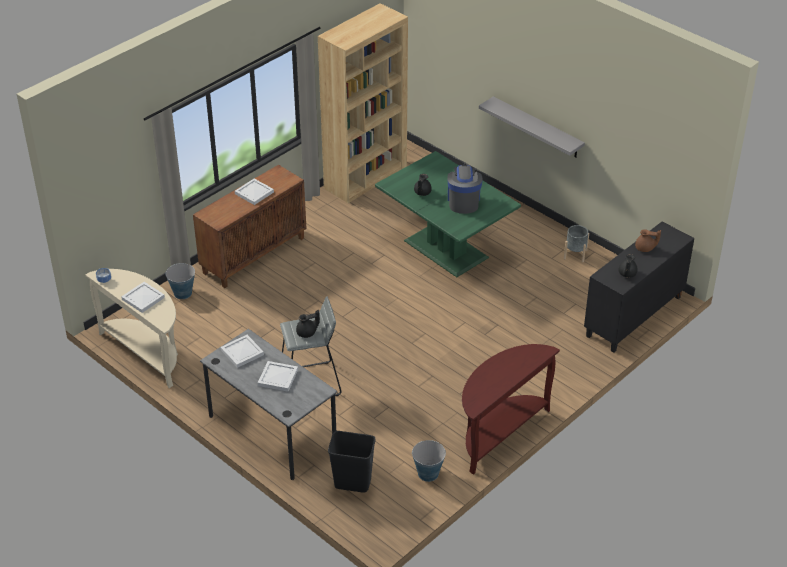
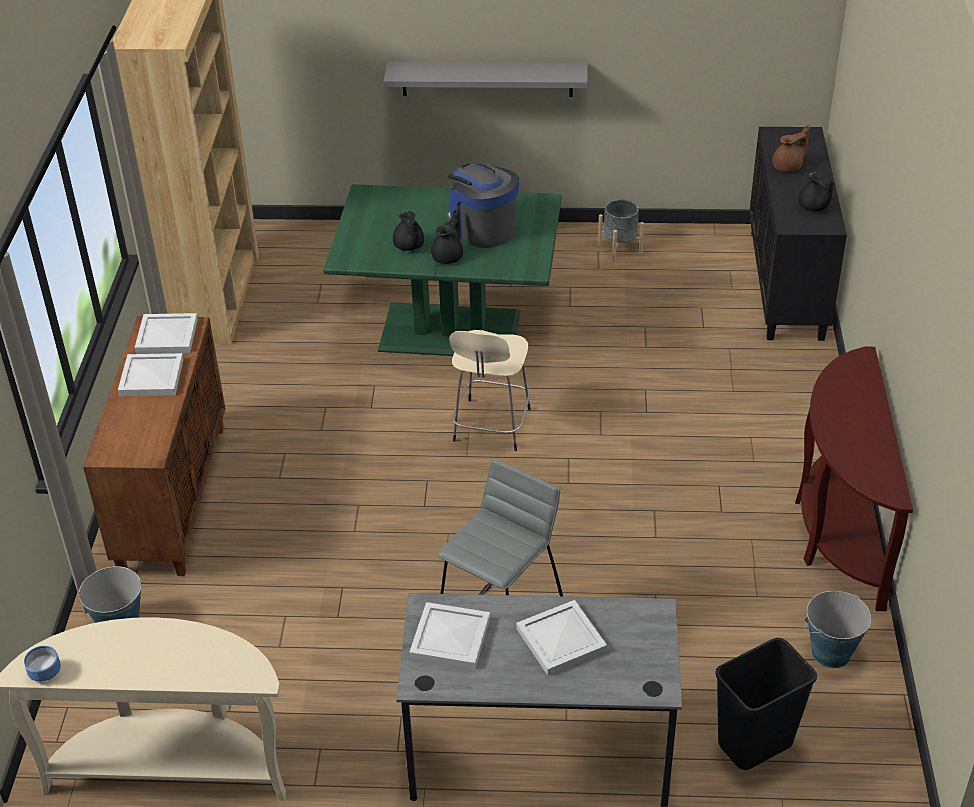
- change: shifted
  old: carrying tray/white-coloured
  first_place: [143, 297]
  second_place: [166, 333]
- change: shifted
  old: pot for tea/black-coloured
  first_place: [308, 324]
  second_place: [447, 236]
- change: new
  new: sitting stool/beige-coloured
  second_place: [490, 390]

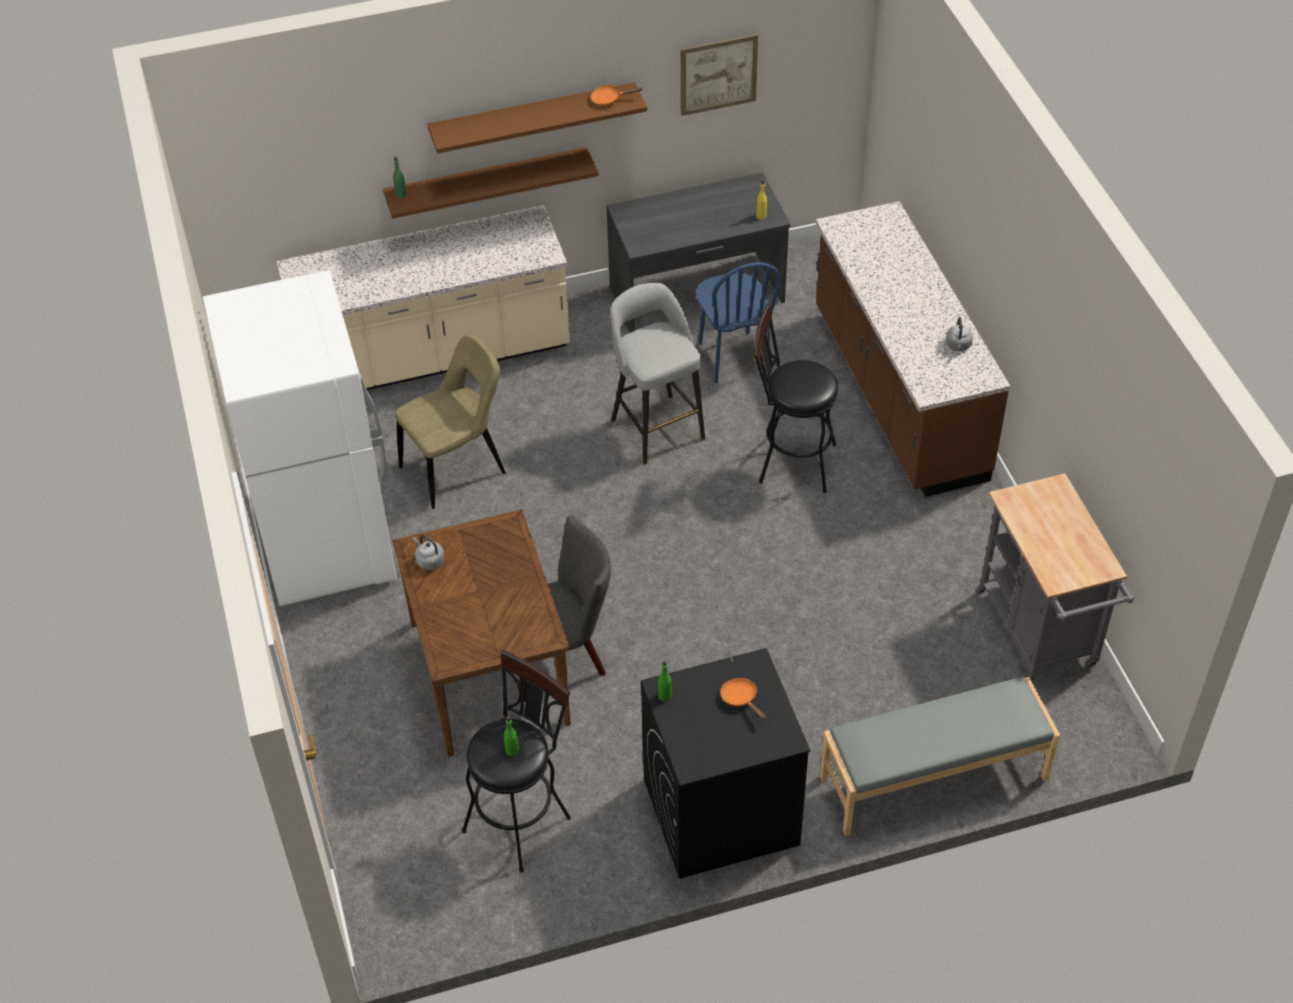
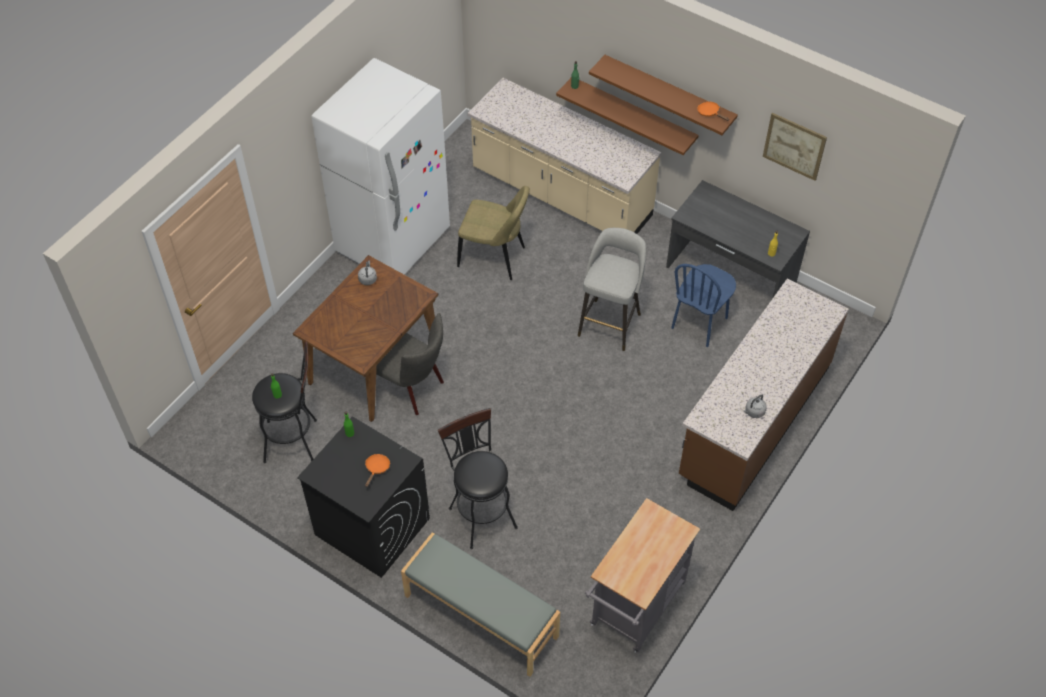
- change: shifted
  old: sitting stool/black-coloured
  first_place: [796, 398]
  second_place: [478, 478]

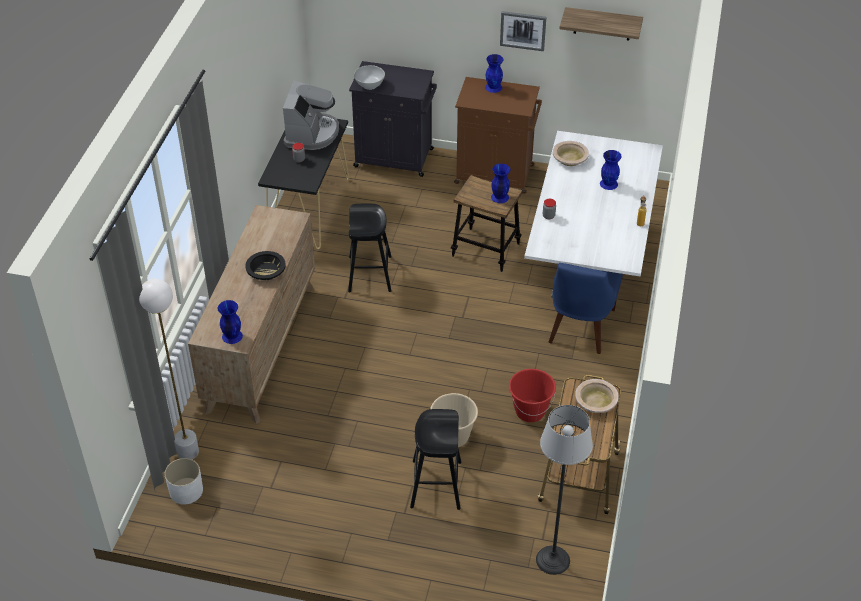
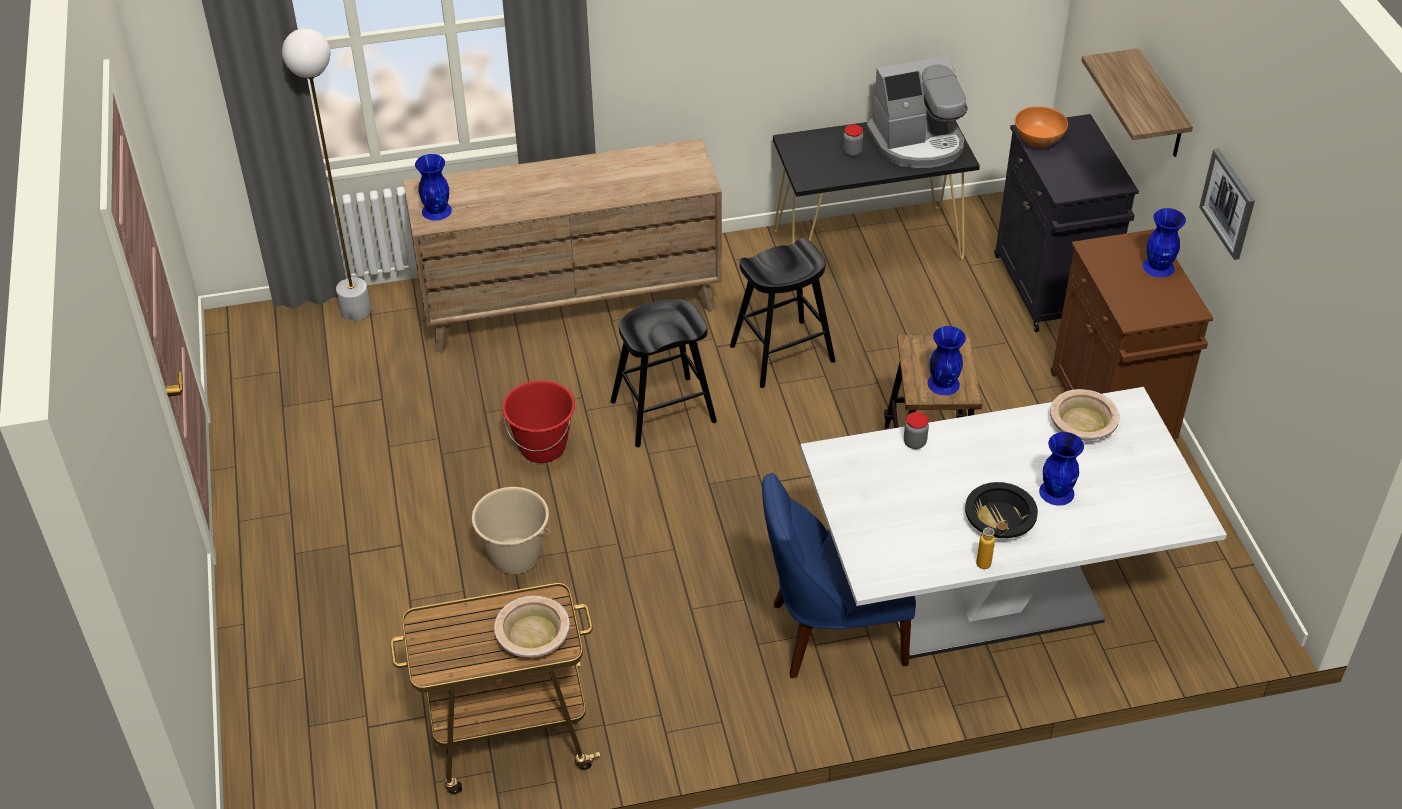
- change: shifted
  old: bracket shelf
  first_place: [601, 23]
  second_place: [1137, 102]
- change: repainted
  old: bowl/white-coloured
  new: bowl/orange-coloured
  first_place: [369, 77]
  second_place: [1041, 127]
- change: shifted
  old: bowl/black-coloured
  first_place: [265, 265]
  second_place: [1001, 510]
- change: shifted
  old: pail/red-coloured
  first_place: [532, 395]
  second_place: [538, 421]
- change: gone
  old: standard lamp
  first_place: [564, 490]
- change: shifted
  old: sitting stool/black-coloured
  first_place: [436, 459]
  second_place: [663, 373]
- change: gone
  old: planter/white-coloured
  first_place: [184, 481]

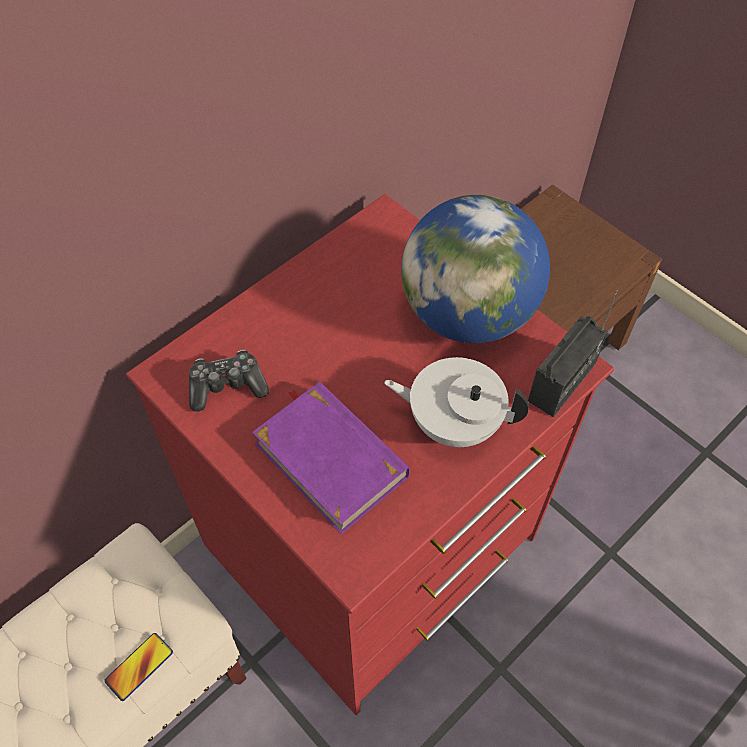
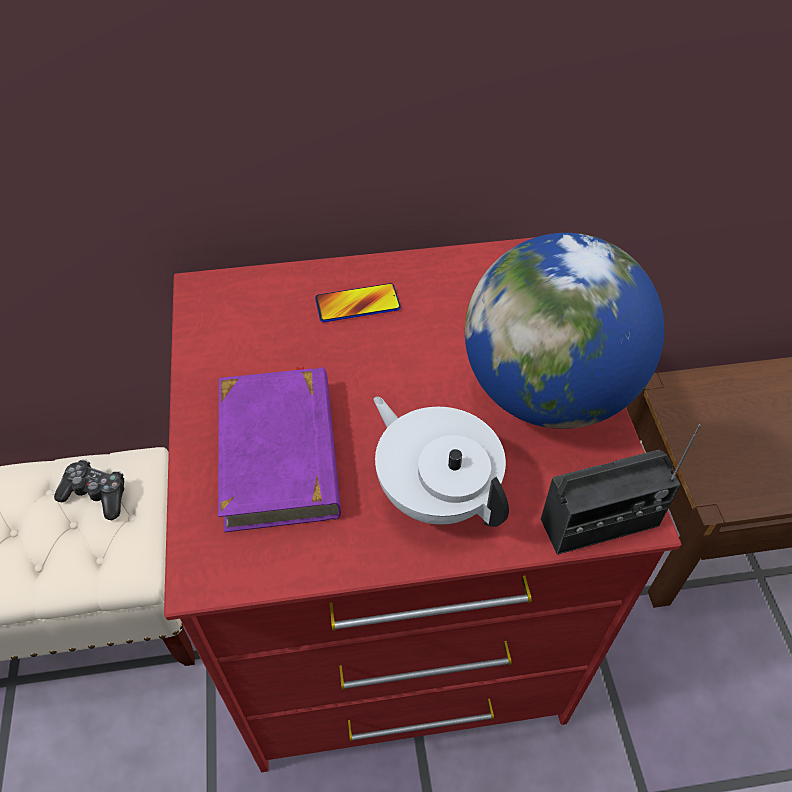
- change: shifted
  old: joypad
  first_place: [229, 381]
  second_place: [89, 489]
- change: shifted
  old: handset
  first_place: [138, 667]
  second_place: [358, 302]

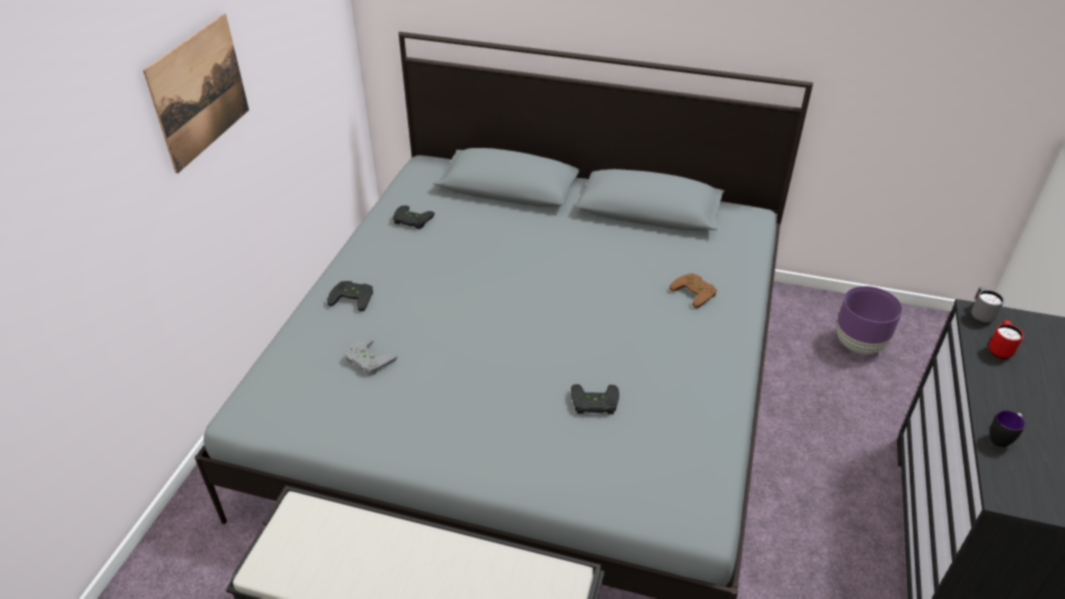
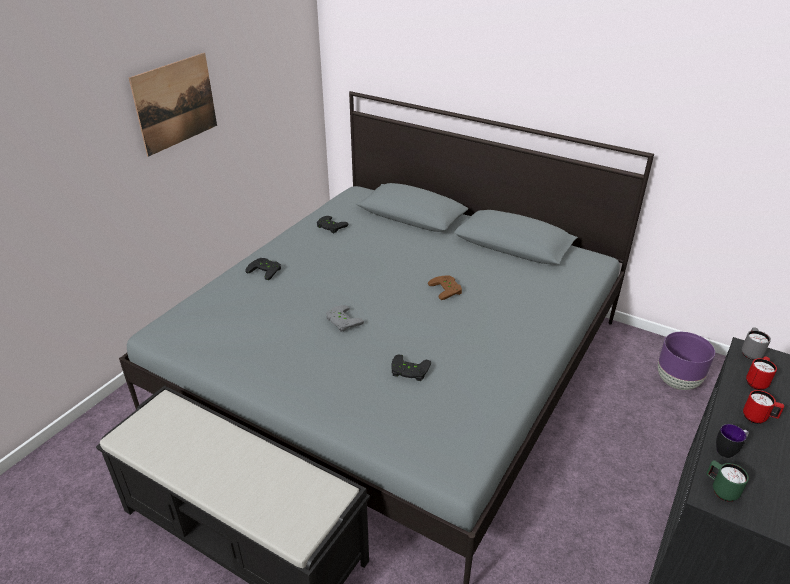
- change: shifted
  old: joypad/brown-coloured
  first_place: [693, 291]
  second_place: [445, 287]
- change: shifted
  old: joypad/grey
  first_place: [371, 357]
  second_place: [345, 318]
- change: new
  new: mug/red-coloured
  second_place: [763, 407]
- change: new
  new: mug/green
  second_place: [727, 480]

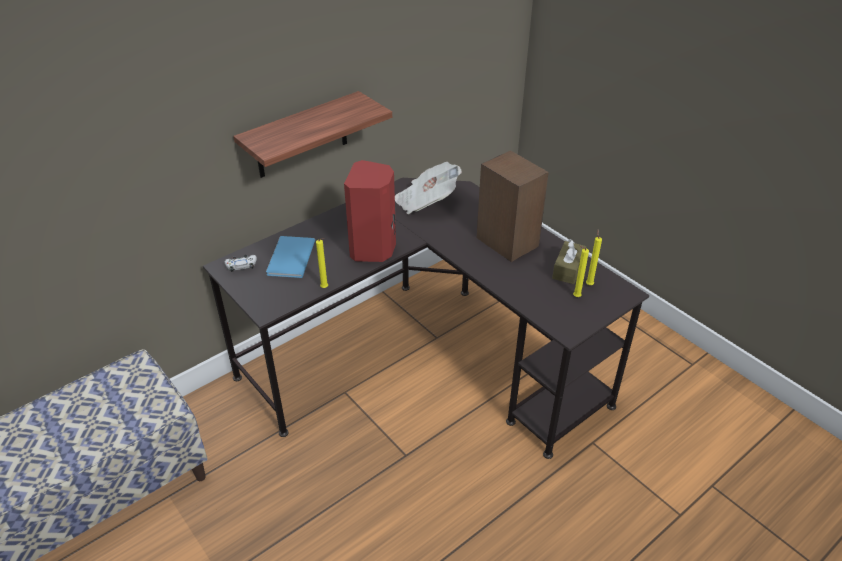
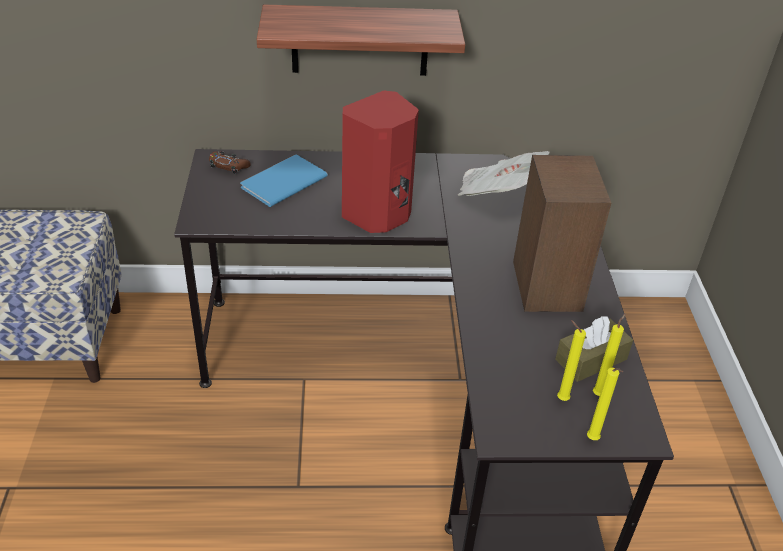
- change: shifted
  old: wax light/yellowish
  first_place: [322, 263]
  second_place: [605, 404]
- change: repainted
  old: joypad/white-coloured
  new: joypad/brown-coloured
  first_place: [241, 263]
  second_place: [230, 162]

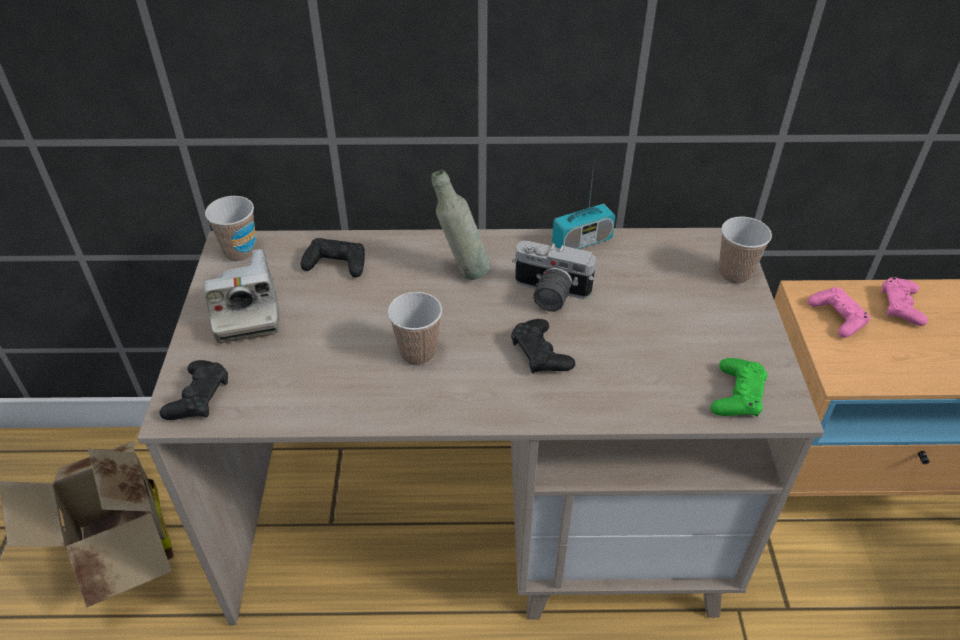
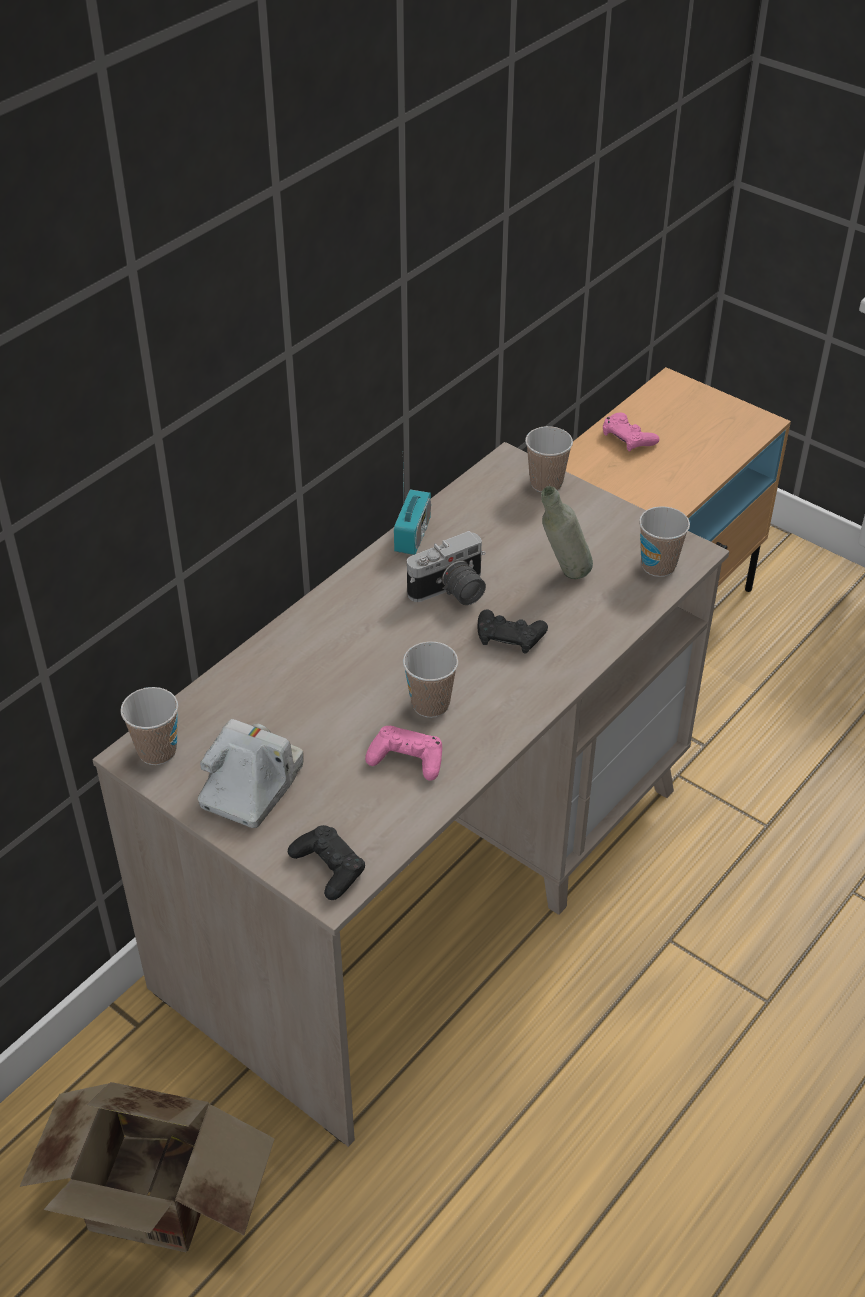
- change: shifted
  old: drink bottle/grey
  first_place: [460, 225]
  second_place: [567, 532]
- change: gone
  old: joypad/black-coloured
  first_place: [332, 258]
- change: rotated
  old: photo camera
  first_place: [241, 296]
  second_place: [251, 773]
  degrees: -90
- change: shifted
  old: joypad/pinkish
  first_place: [839, 312]
  second_place: [403, 753]
- change: swapped
  old: joypad/green
  new: cup
  first_place: [739, 387]
  second_place: [664, 541]

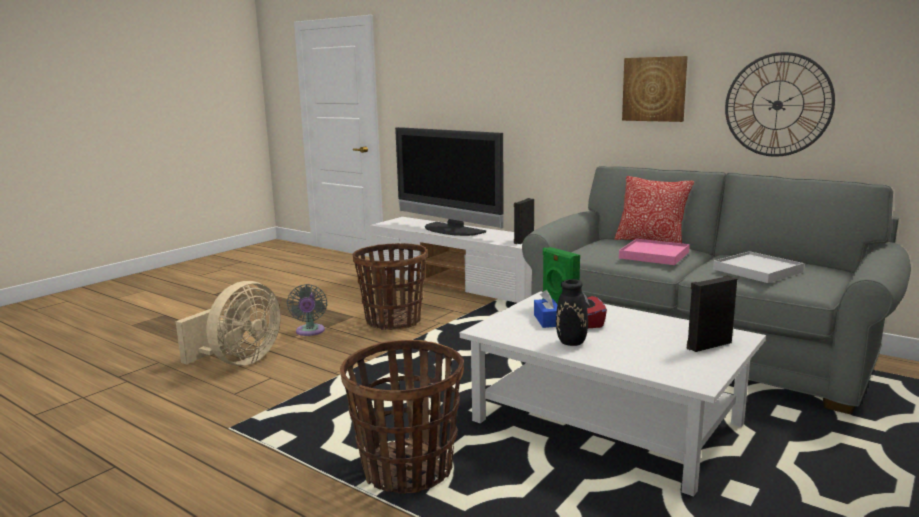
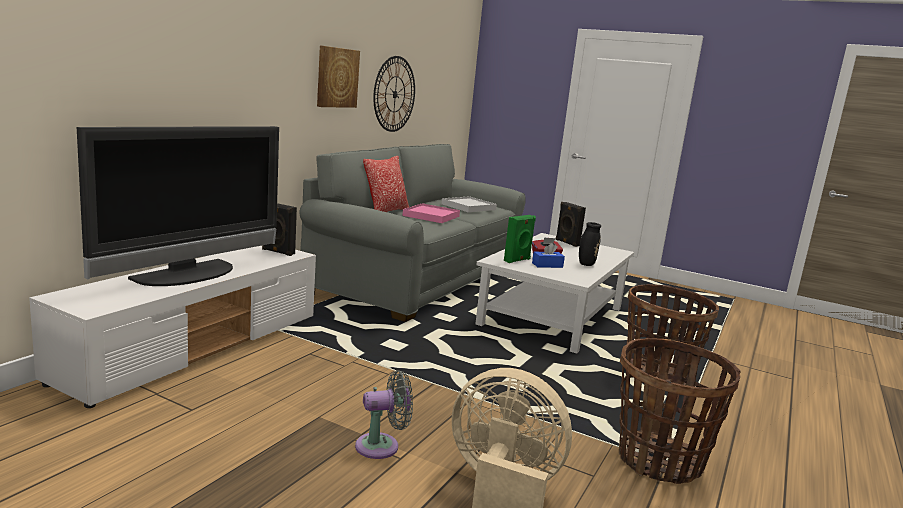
- change: shifted
  old: basket
  first_place: [390, 286]
  second_place: [680, 411]

